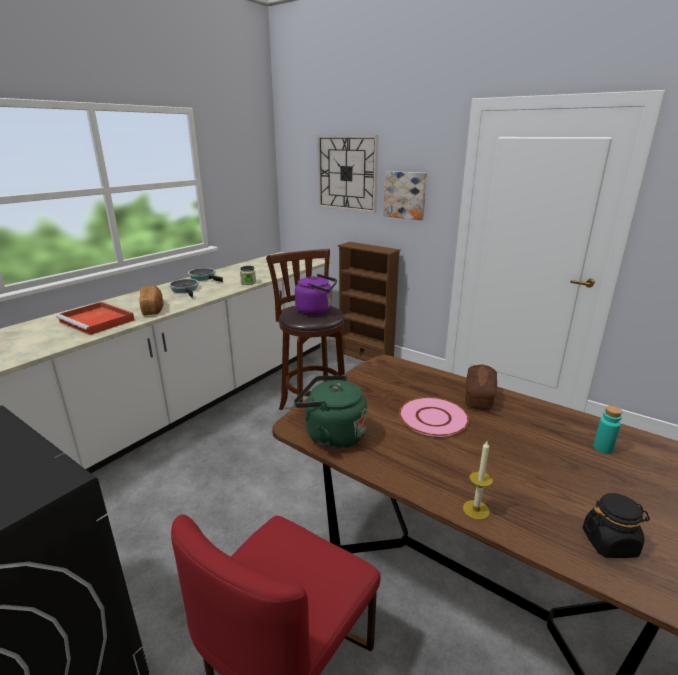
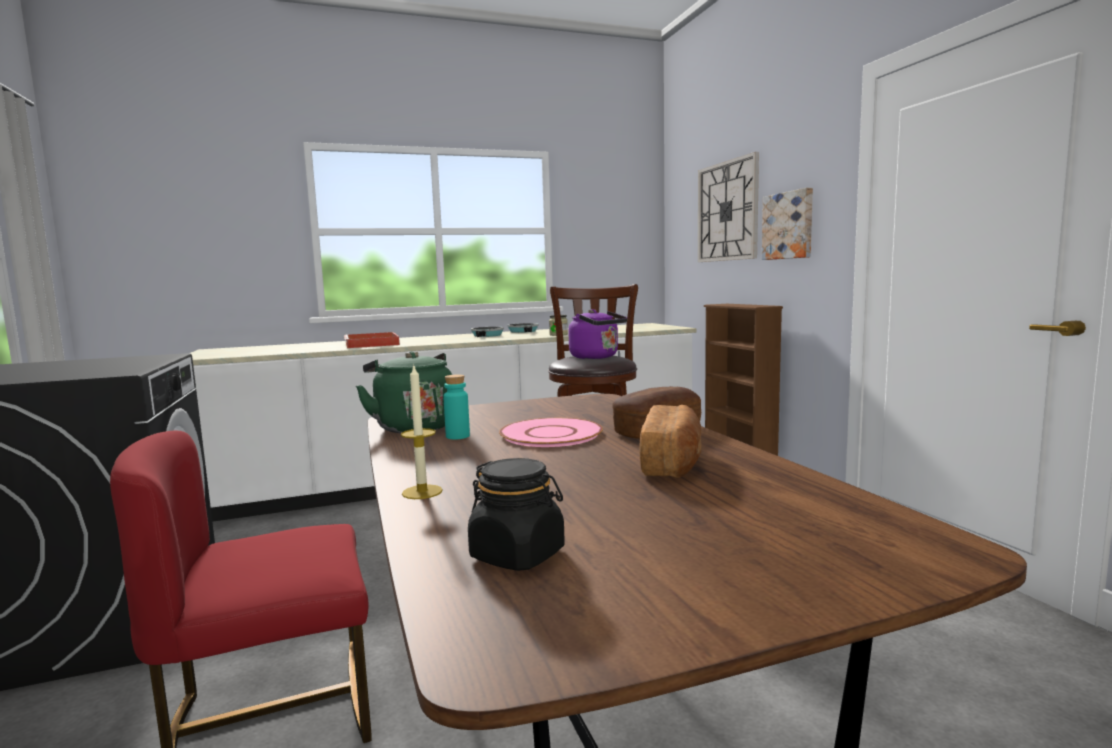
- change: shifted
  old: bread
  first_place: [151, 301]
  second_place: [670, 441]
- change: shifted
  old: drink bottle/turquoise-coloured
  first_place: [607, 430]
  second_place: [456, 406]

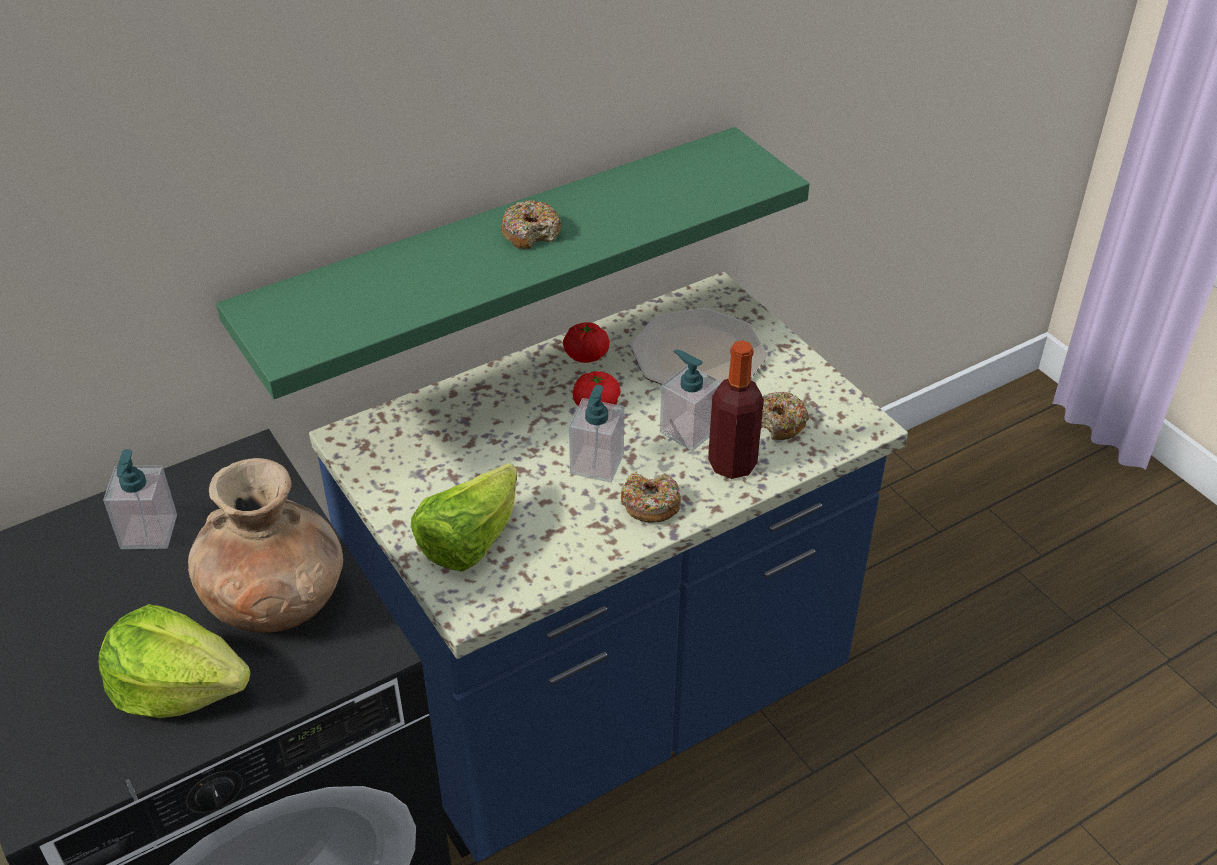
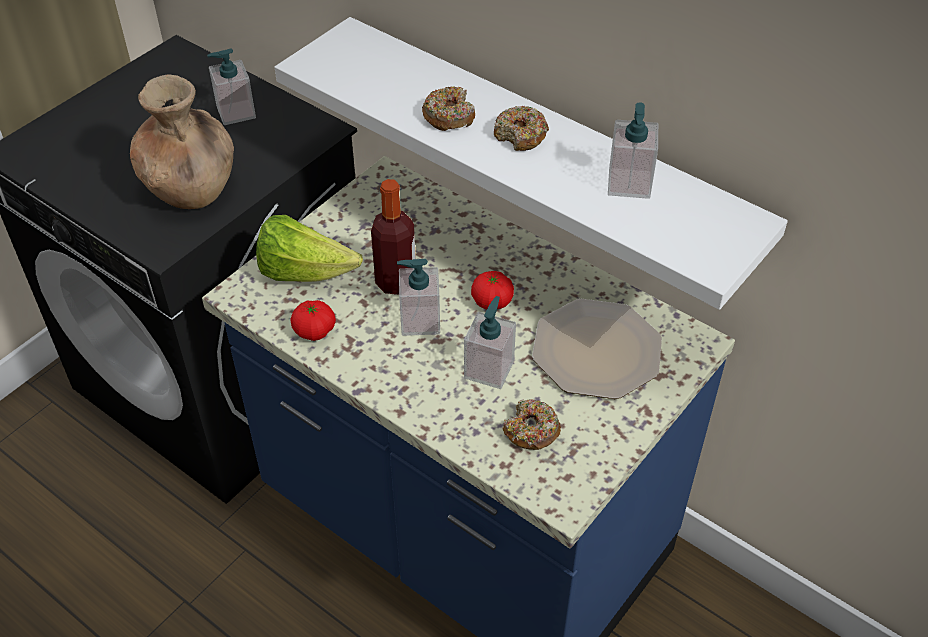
- change: repainted
  old: bracket shelf/green
  new: bracket shelf/white-coloured
  first_place: [513, 263]
  second_place: [531, 163]
- change: shifted
  old: whole tomato
  first_place: [586, 342]
  second_place: [313, 320]
- change: shifted
  old: drink bottle
  first_place: [736, 409]
  second_place: [393, 237]
- change: shifted
  old: doughnut
  first_place: [651, 497]
  second_place: [448, 108]
- change: gone
  old: head of lettuce
  first_place: [174, 661]
- change: new
  new: soap bottle
  second_place: [633, 150]

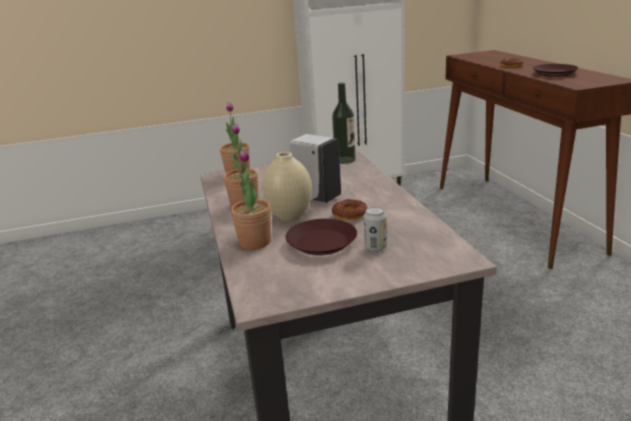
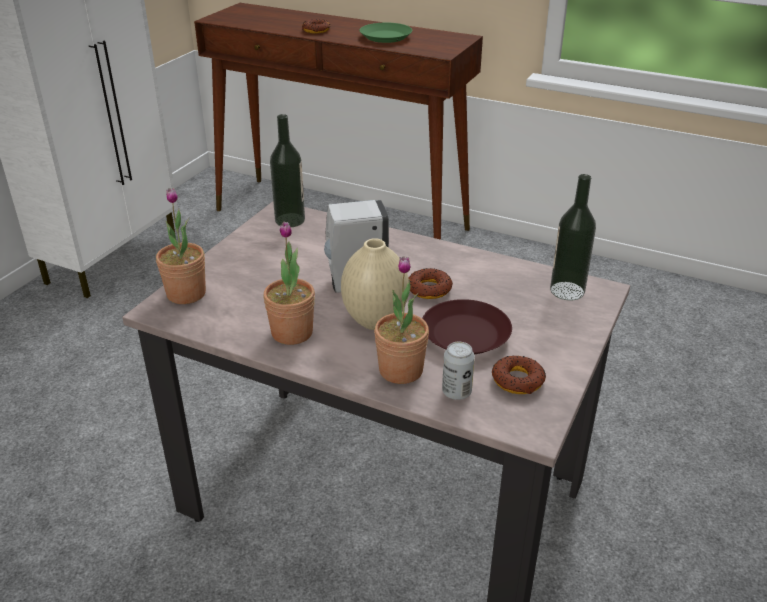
- change: repainted
  old: dinner plate/brown-coloured
  new: dinner plate/green
  first_place: [555, 70]
  second_place: [386, 33]
- change: shifted
  old: can
  first_place: [375, 229]
  second_place: [458, 371]
- change: new
  new: drink bottle
  second_place: [573, 237]
- change: new
  new: doughnut
  second_place: [519, 374]

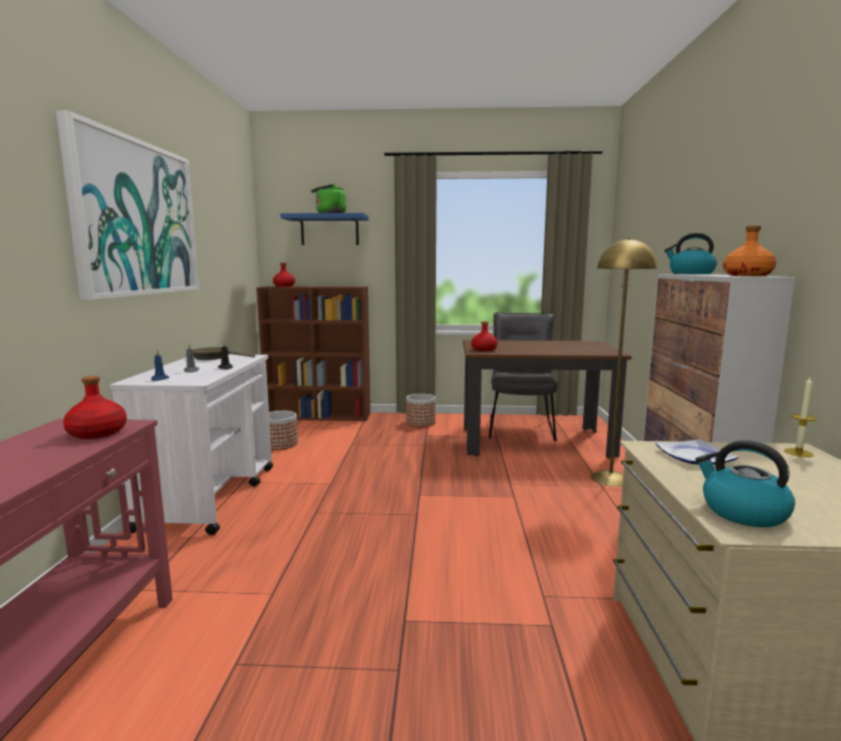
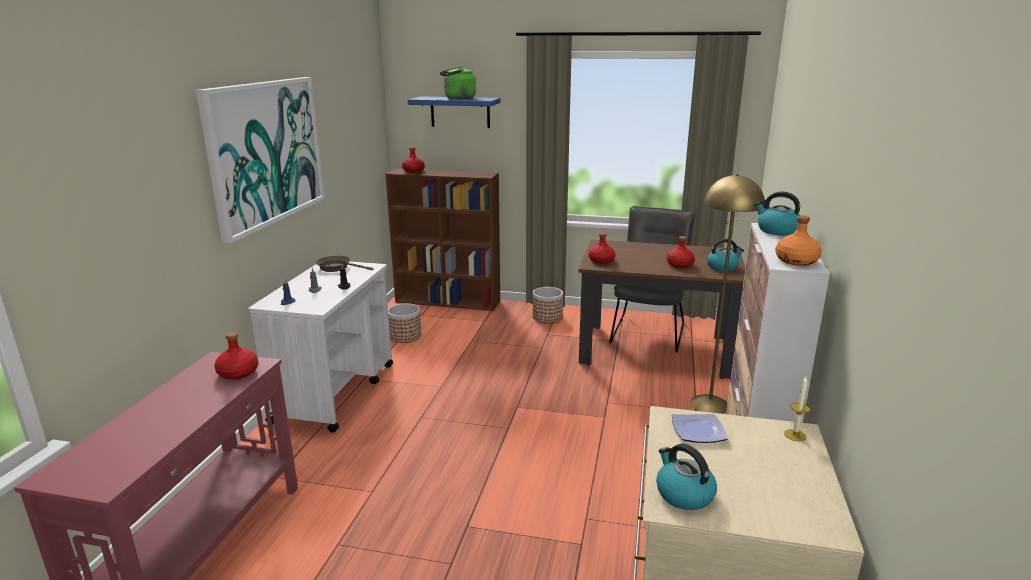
- change: new
  new: drink bottle/red-coloured
  second_place: [681, 252]
- change: new
  new: tea kettle
  second_place: [725, 255]

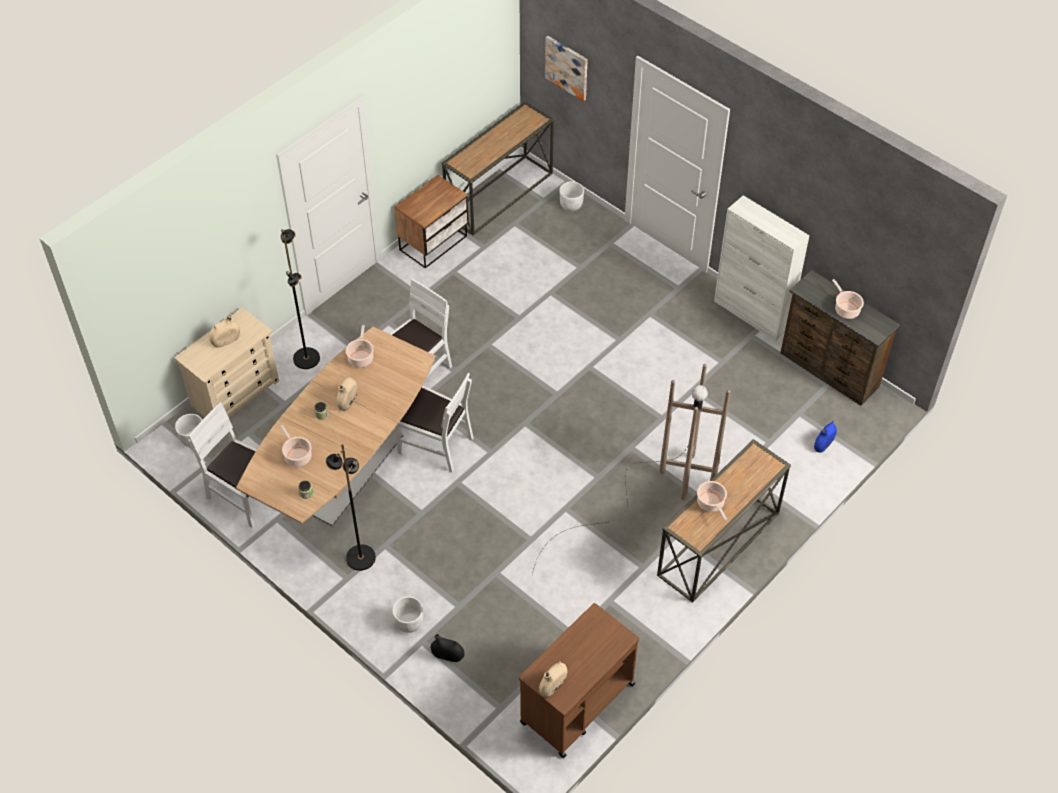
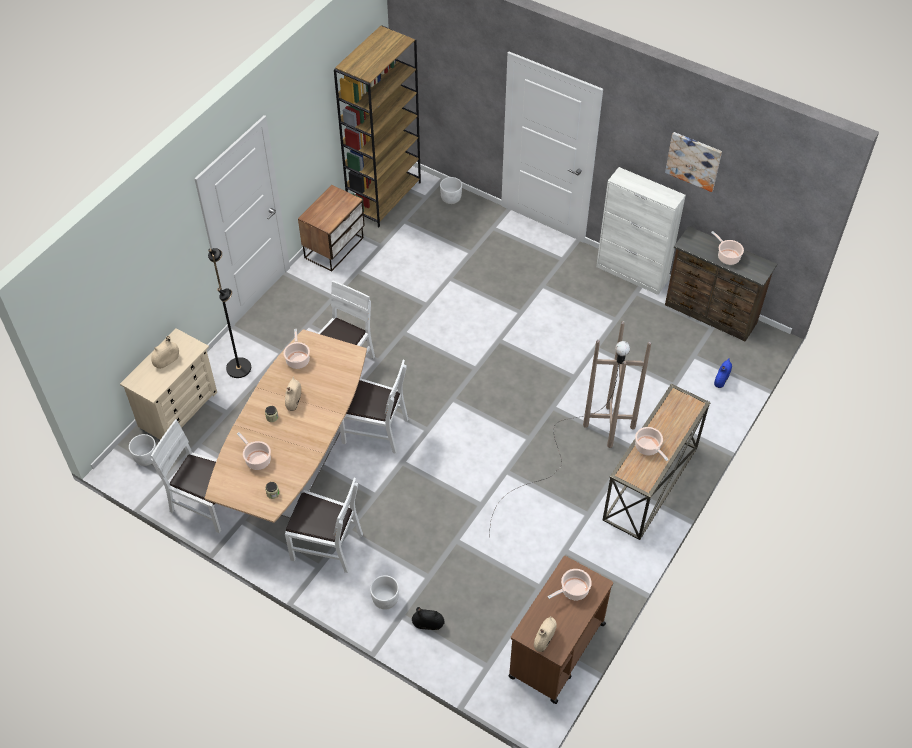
- change: shifted
  old: wall art
  first_place: [566, 68]
  second_place: [693, 162]
- change: swapped
  old: hall table
  new: shelving unit/brown-coloured
  first_place: [498, 168]
  second_place: [377, 126]
- change: swapped
  old: standard lamp/black-coloured
  new: upright chair/white-coloured
  first_place: [350, 507]
  second_place: [324, 525]
- change: new
  new: cooking pot
  second_place: [570, 584]

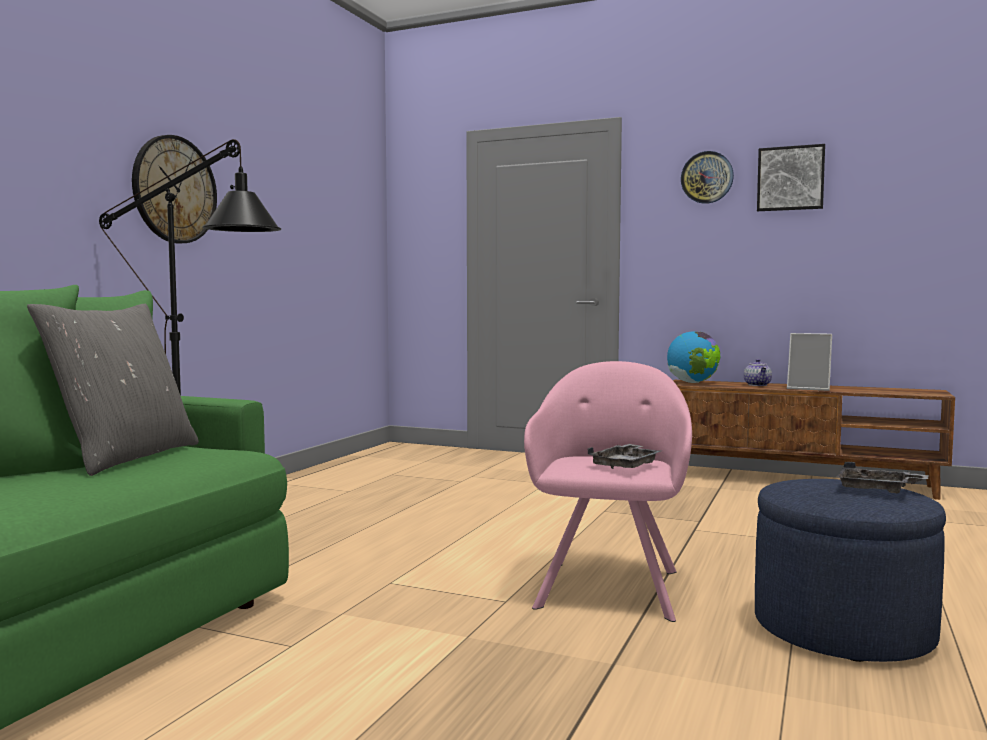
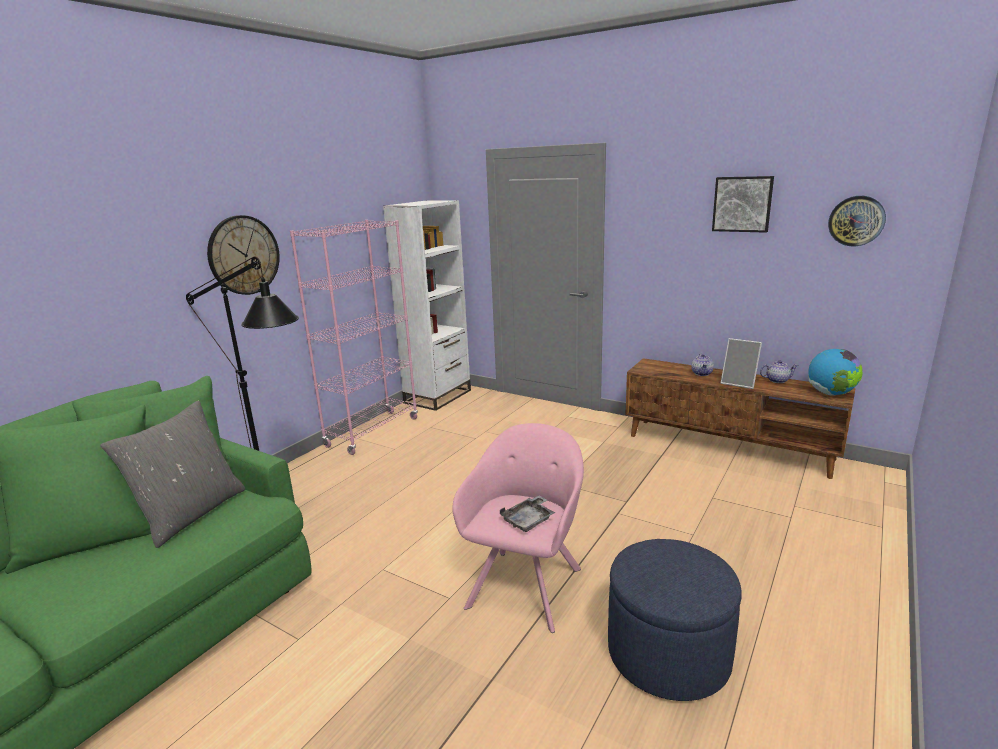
- change: shifted
  old: clock on the wall
  first_place: [707, 177]
  second_place: [857, 221]
- change: shifted
  old: desk globe
  first_place: [693, 357]
  second_place: [835, 372]
- change: gone
  old: carrying tray/grey
  first_place: [882, 477]
- change: new
  new: shelving unit/white-coloured
  second_place: [427, 306]
- change: new
  new: shelving unit/pinkish
  second_place: [354, 337]
- change: new
  new: pot for tea
  second_place: [779, 371]

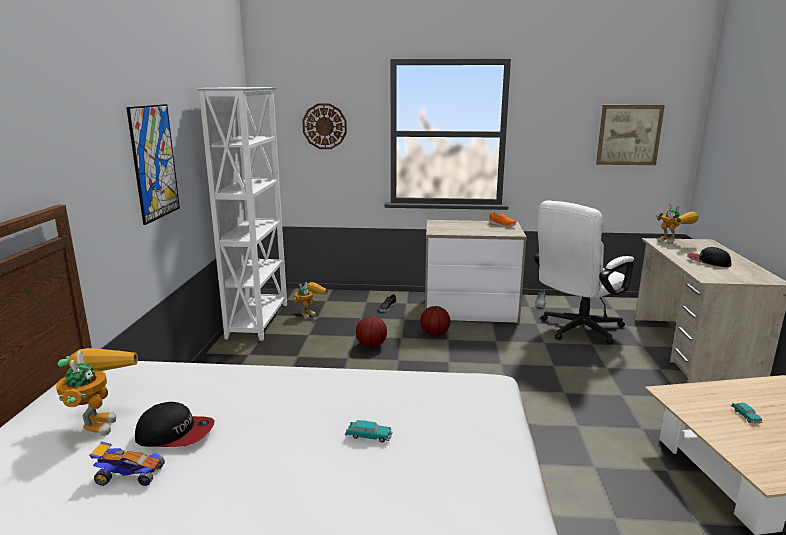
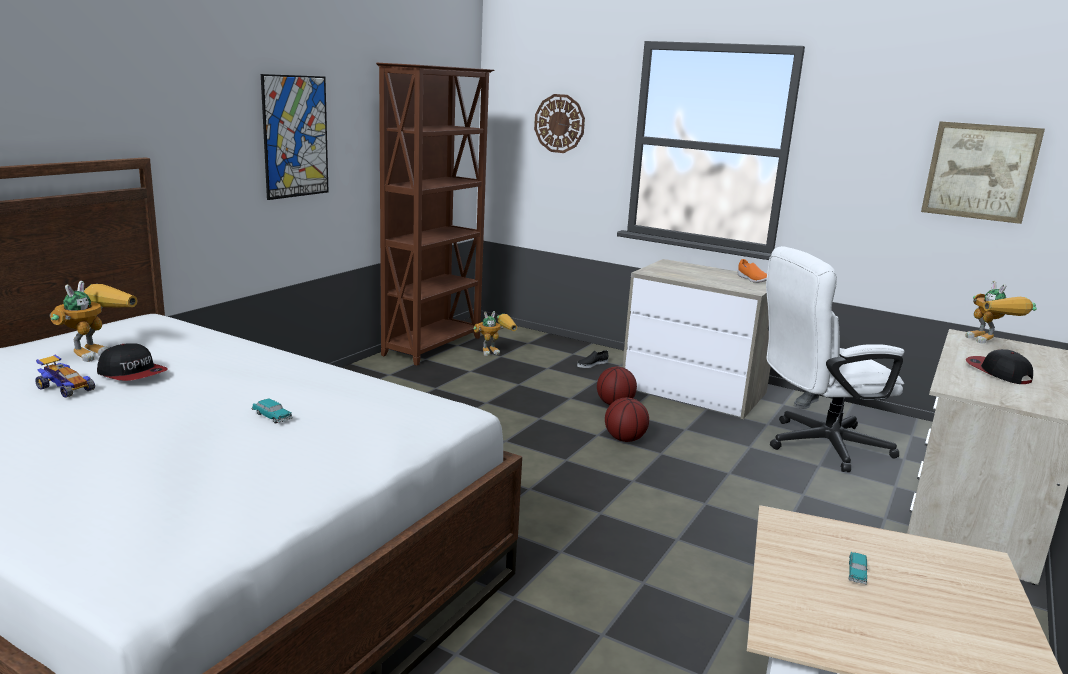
- change: repainted
  old: shelving unit/white-coloured
  new: shelving unit/brown-coloured
  first_place: [242, 214]
  second_place: [435, 214]
- change: shifted
  old: basketball ball
  first_place: [371, 332]
  second_place: [627, 419]

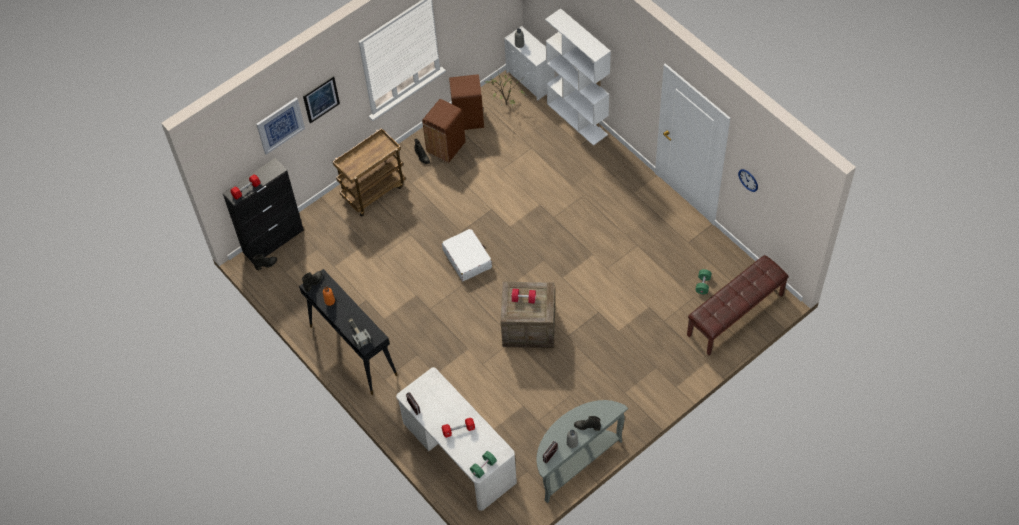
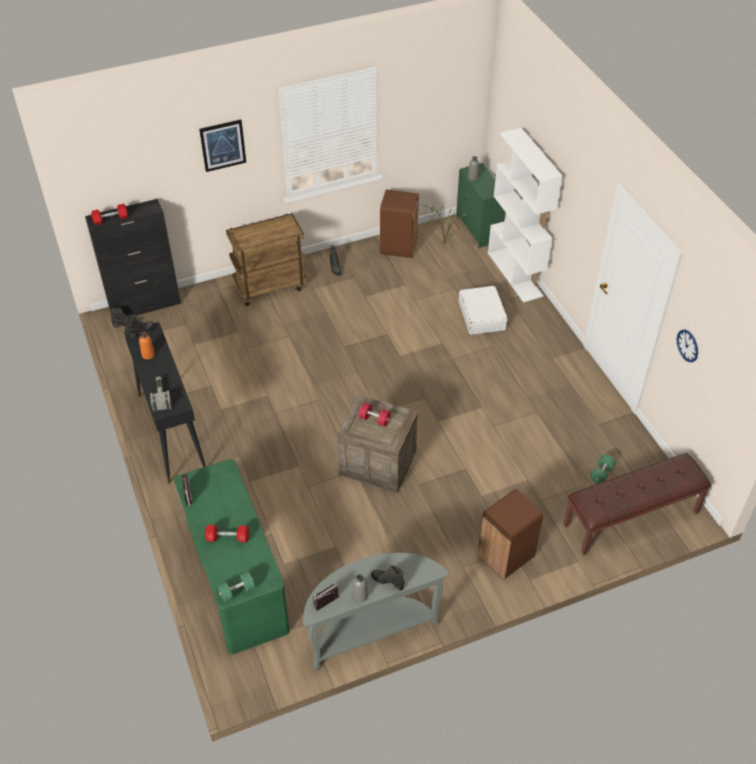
- change: repainted
  old: dresser/white-coloured
  new: dresser/green
  first_place: [529, 63]
  second_place: [480, 205]
- change: gone
  old: wall art
  first_place: [280, 126]
- change: shifted
  old: trash can/brown-coloured
  first_place: [444, 131]
  second_place: [510, 534]
- change: shifted
  old: travel case/white-coloured
  first_place: [467, 255]
  second_place: [483, 310]
- change: repainted
  old: desk/white-coloured
  new: desk/green
  first_place: [456, 439]
  second_place: [232, 556]

